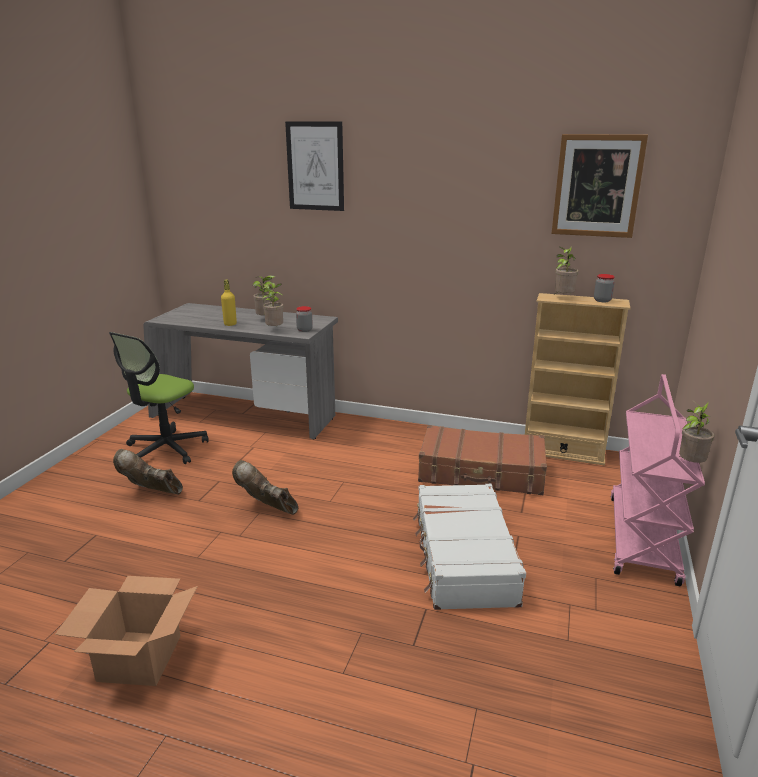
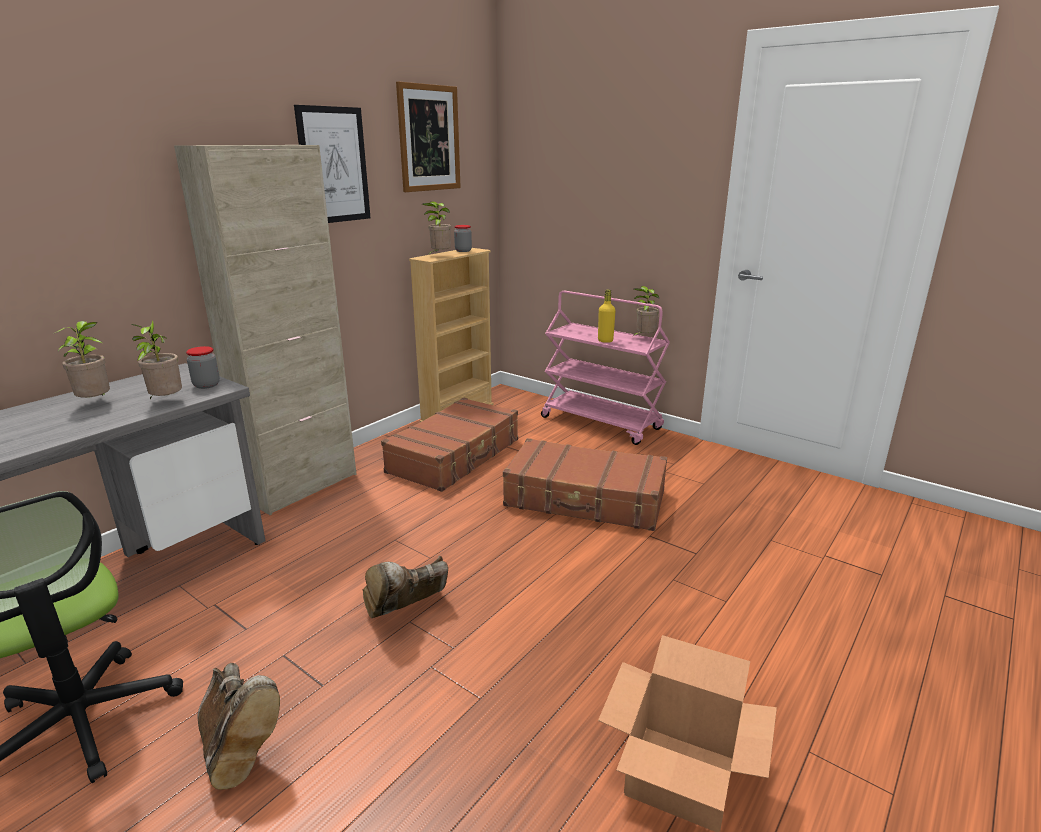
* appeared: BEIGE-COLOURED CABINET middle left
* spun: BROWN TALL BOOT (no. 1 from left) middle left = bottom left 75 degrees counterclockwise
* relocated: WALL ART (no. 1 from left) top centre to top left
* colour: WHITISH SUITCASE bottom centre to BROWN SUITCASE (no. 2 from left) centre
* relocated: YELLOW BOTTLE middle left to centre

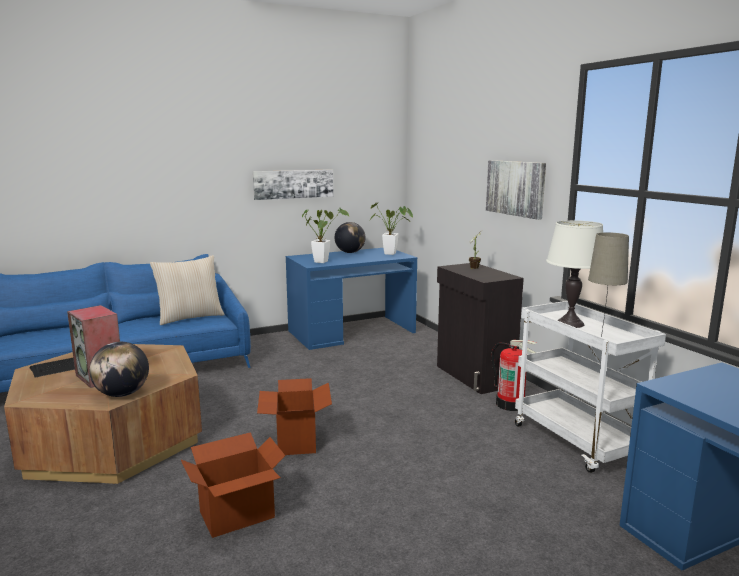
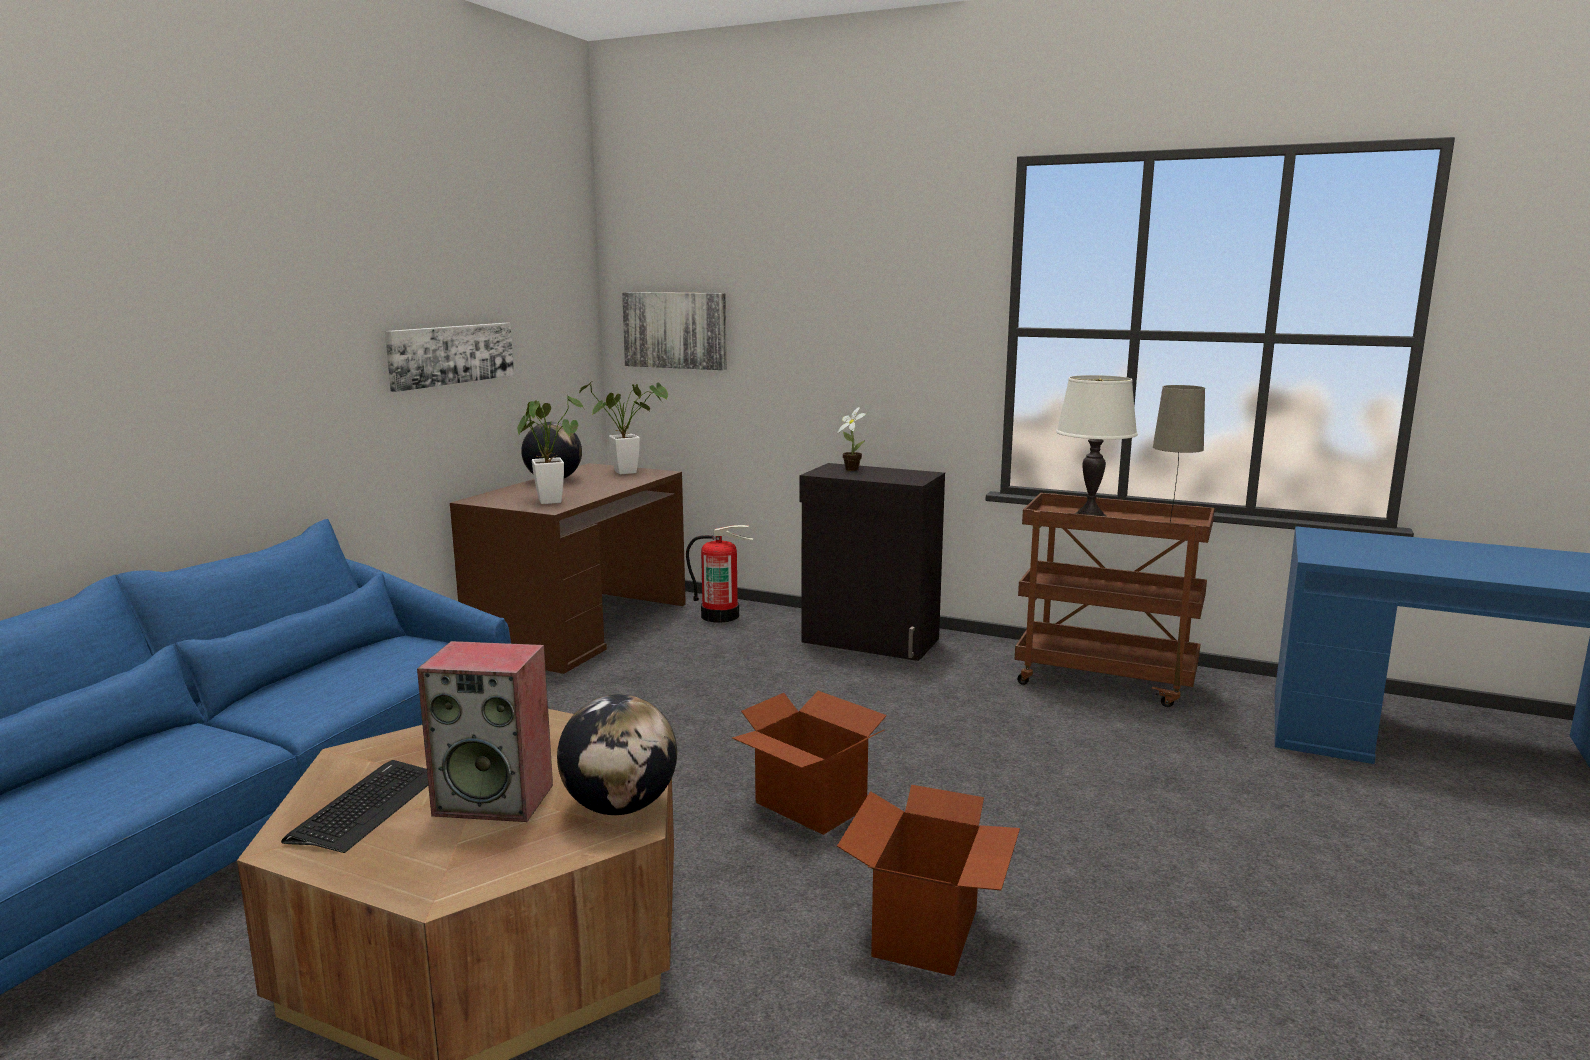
* colour: BLUE-COLOURED DESK UNIT (no. 1 from left) centre to BROWN DESK UNIT centre
* relocated: WALL ART (no. 2 from left) top right to top centre
* relocated: FIRE-FIGHTING CYLINDER middle right to centre
* colour: WHITISH WHEELED CART bottom right to BROWN WHEELED CART middle right
* missing: BEIGE-COLOURED CUSHION middle left

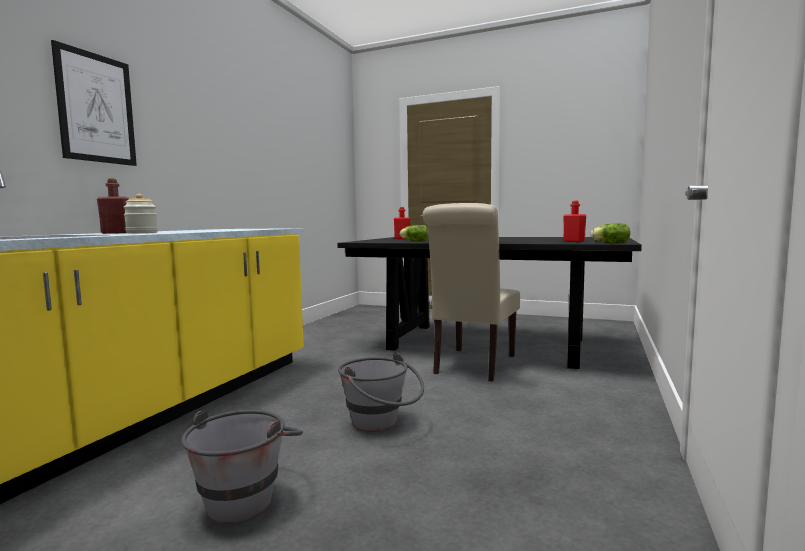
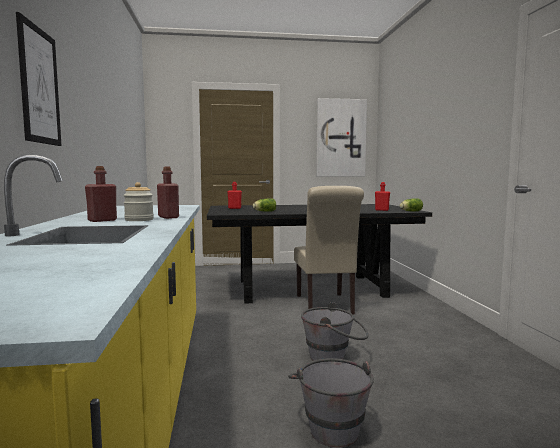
* appeared: REDDISH BOTTLE (no. 2 from left) middle left
* appeared: WALL ART (no. 2 from left) top centre

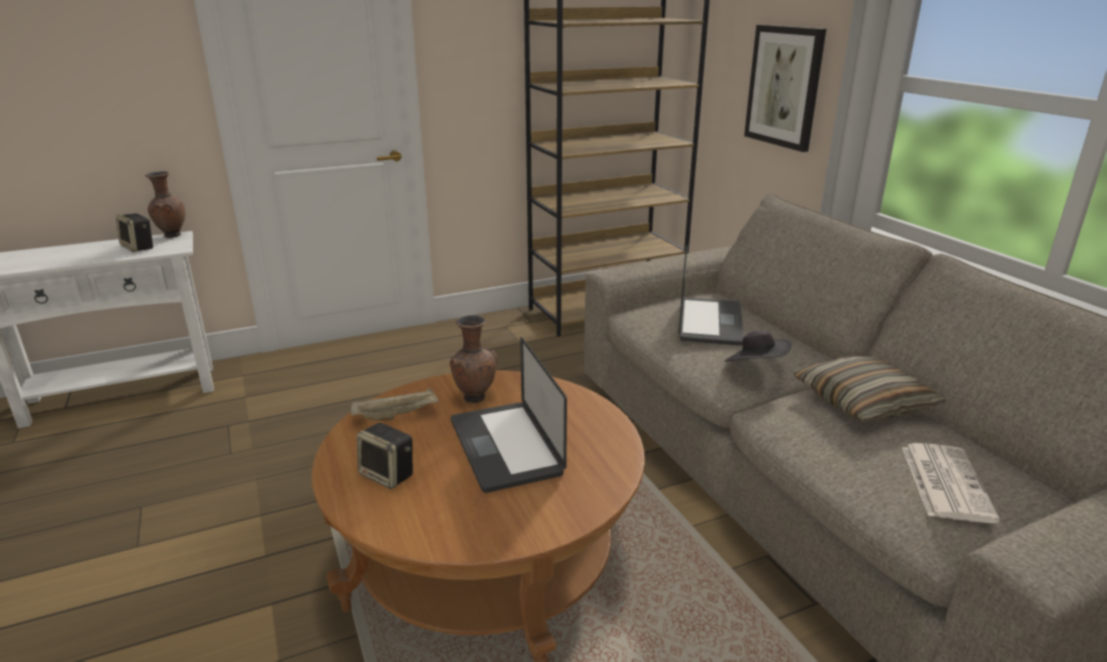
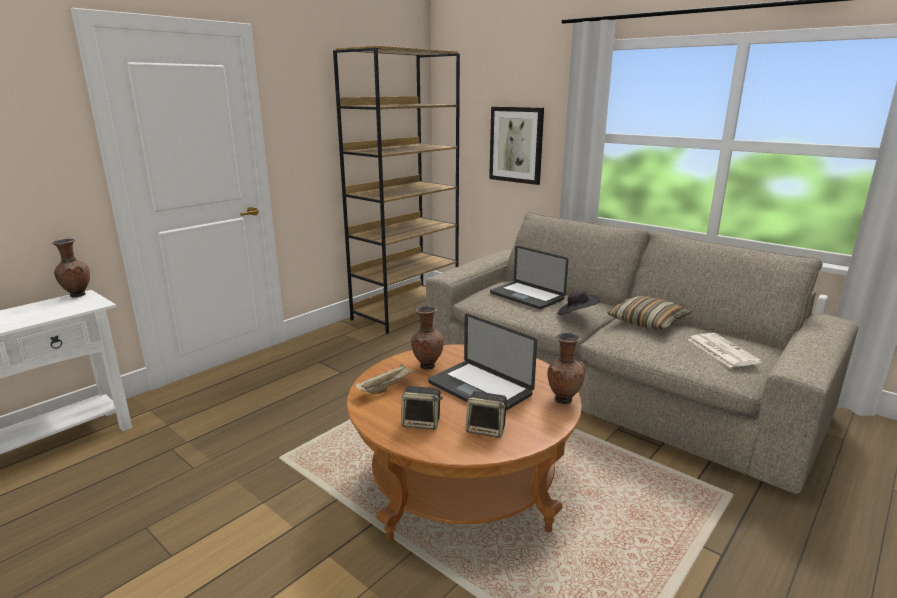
* relocated: LOUDSPEAKER (no. 1 from left in the first image) middle left to LOUDSPEAKER (no. 2 from left) bottom centre
* spun: NOTEBOOK COMPUTER (no. 2 from left) centre = centre 150 degrees clockwise
* appeared: BROWN DECORATIVE VASE (no. 3 from left) centre

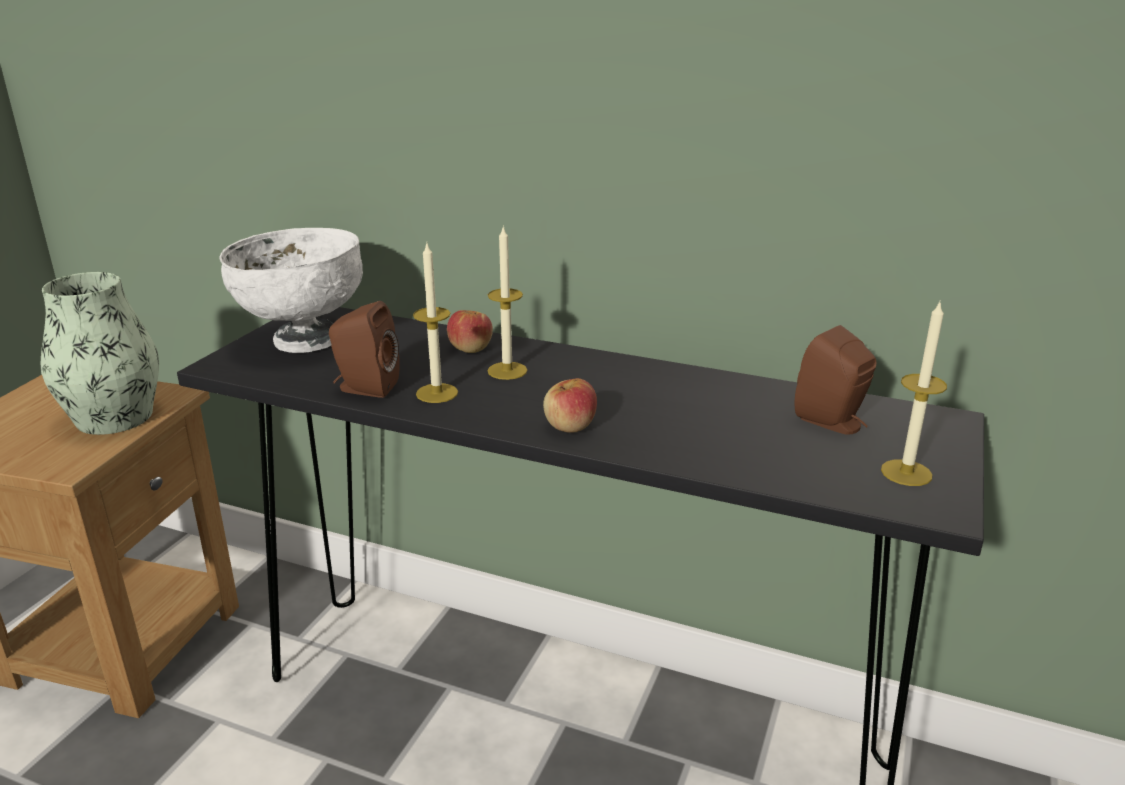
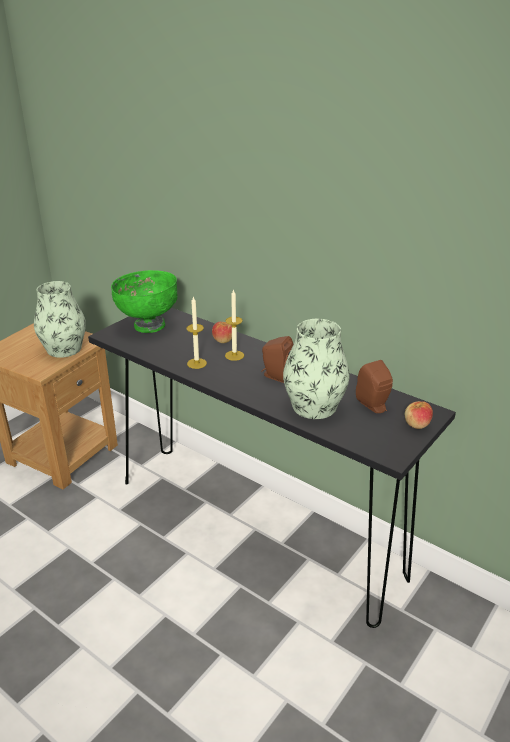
* colour: WHITISH DEEP DISH middle left to GREENISH DEEP DISH middle left
* relocated: BROWN LOUDSPEAKER (no. 1 from left) middle left to centre
* appeared: DECORATIVE VASE (no. 2 from left) centre
* relocated: WHOLE APPLE (no. 2 from left) centre to middle right
* missing: WAX CANDLE (no. 3 from left) middle right

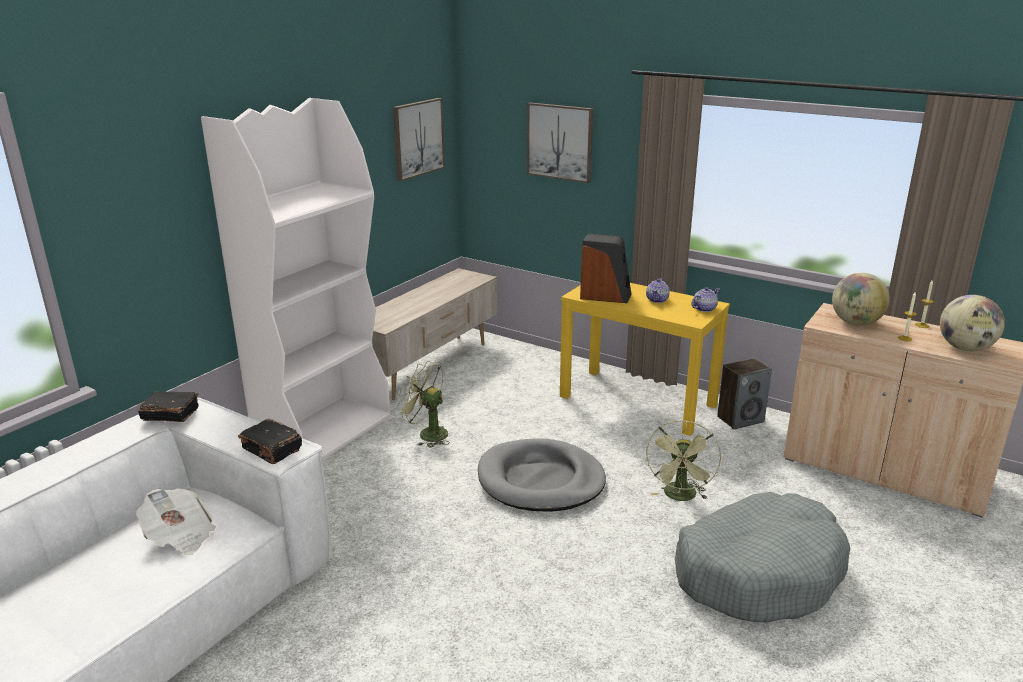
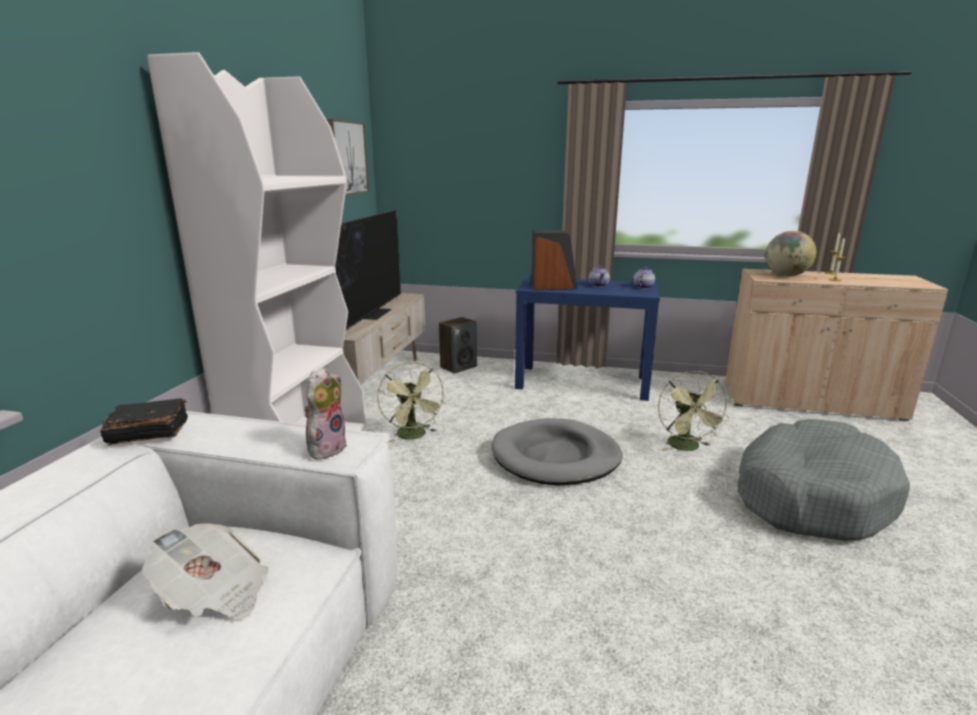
* exchanged: BLACK-COLOURED BOOK (no. 2 from left) middle left to CUDDLY TOY centre
* appeared: TV SET centre
* spun: GREENISH FAN (no. 1 from left) centre = centre 120 degrees counterclockwise
* relocated: LOUDSPEAKER (no. 2 from left in the first image) middle right to LOUDSPEAKER (no. 1 from left) centre
* colour: YELLOW NARROW TABLE centre to BLUE-COLOURED NARROW TABLE centre
* missing: WALL ART (no. 2 from left) top centre
* missing: DESK GLOBE (no. 2 from left) middle right

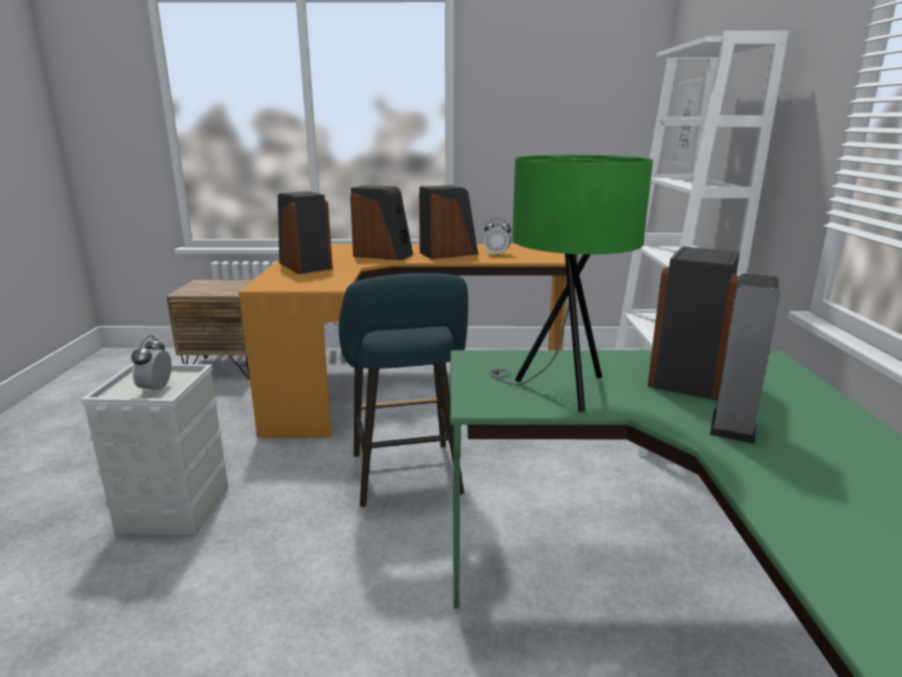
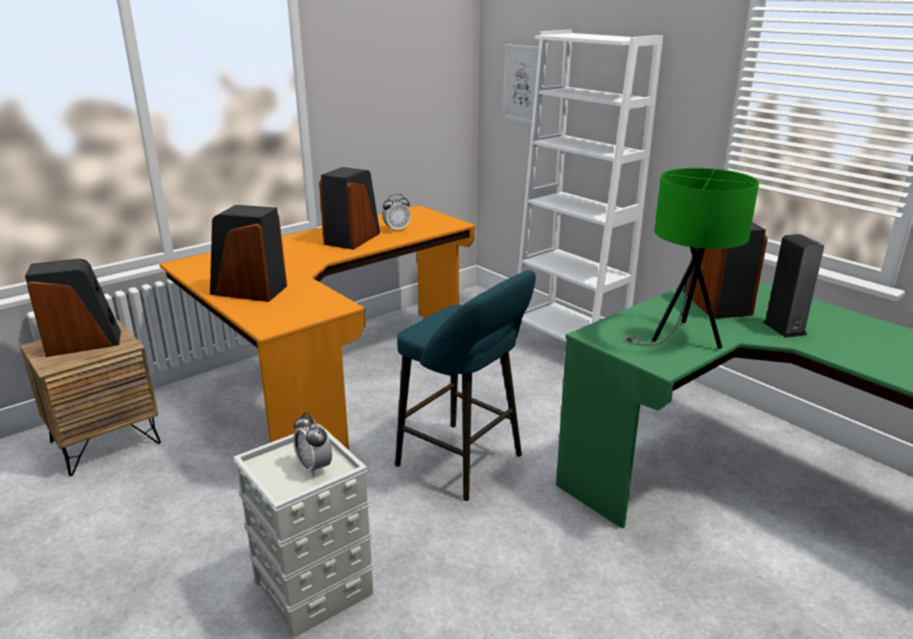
* relocated: LOUDSPEAKER (no. 2 from left in the first image) top centre to LOUDSPEAKER (no. 1 from left) middle left

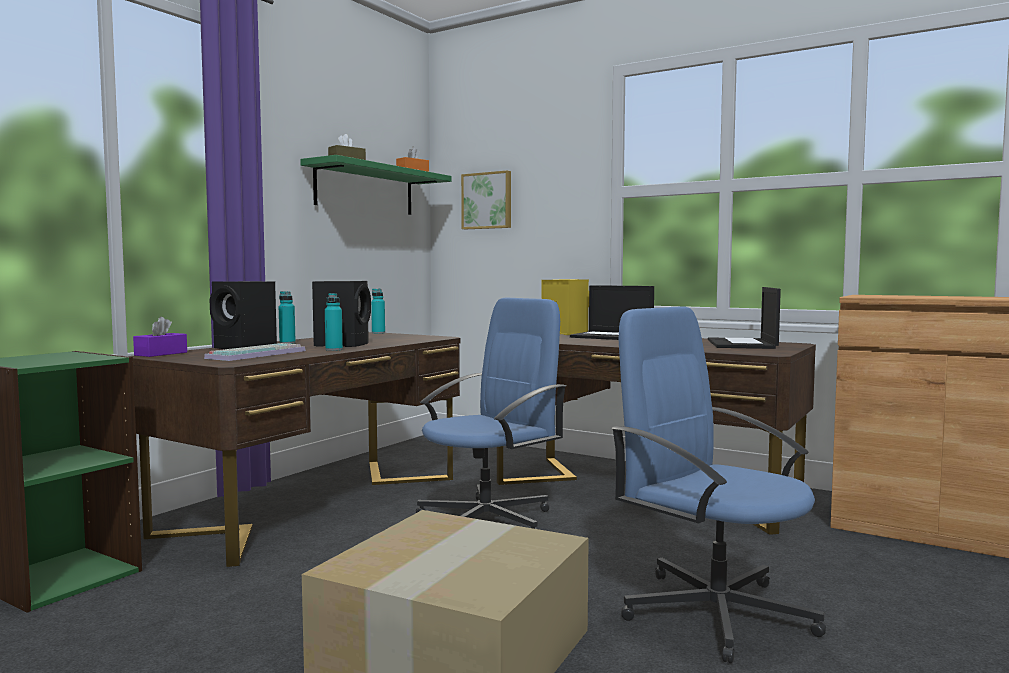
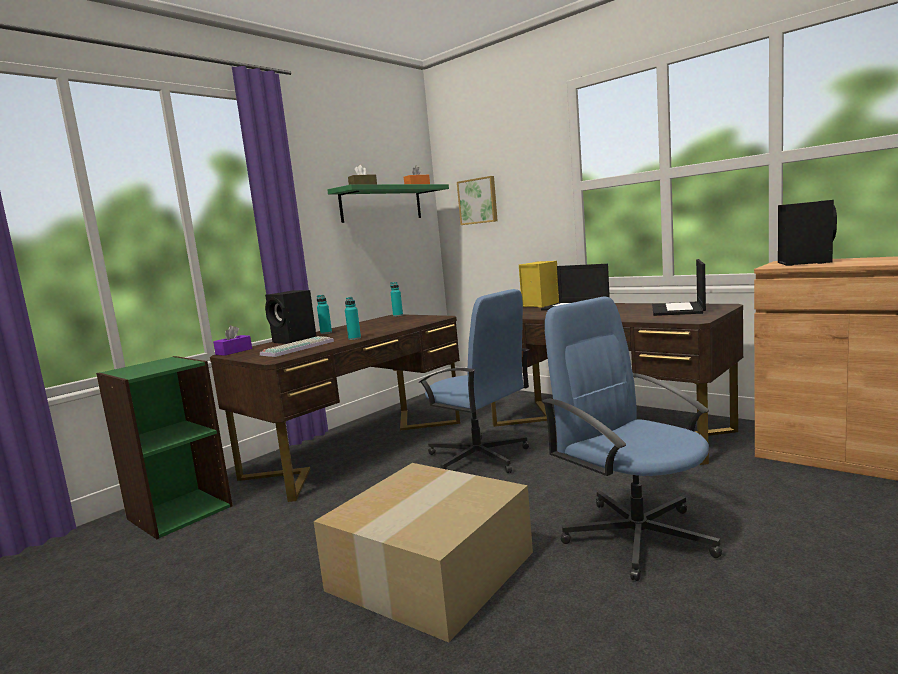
* spun: BLUE-COLOURED OFFICE CHAIR (no. 1 from left) centre = centre 75 degrees clockwise
* relocated: BLACK-COLOURED LOUDSPEAKER (no. 2 from left) centre to middle right

